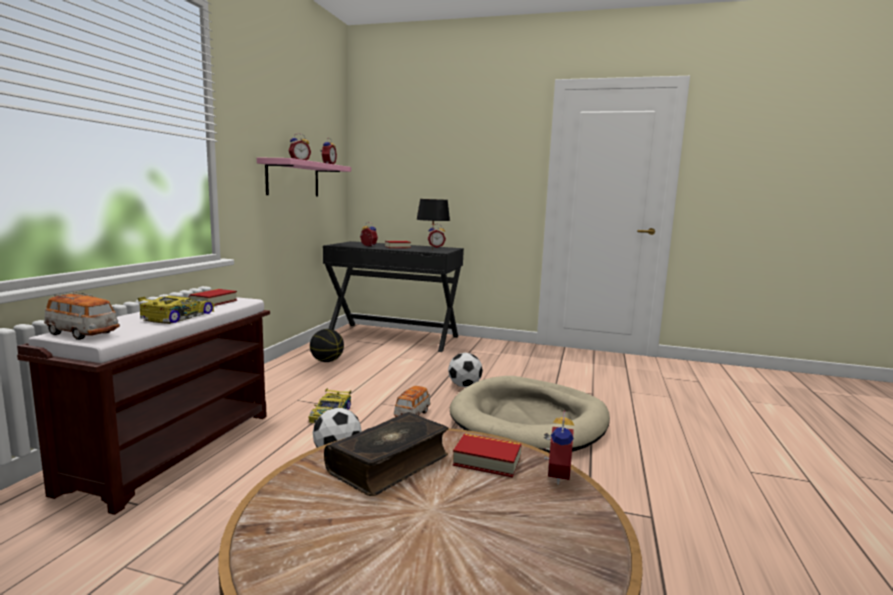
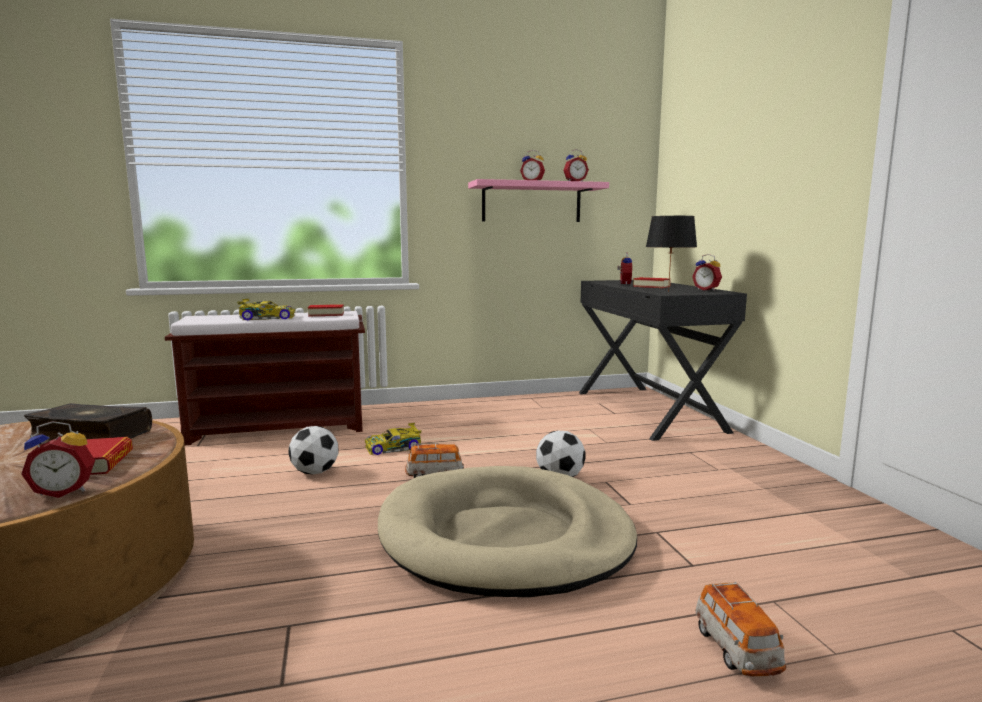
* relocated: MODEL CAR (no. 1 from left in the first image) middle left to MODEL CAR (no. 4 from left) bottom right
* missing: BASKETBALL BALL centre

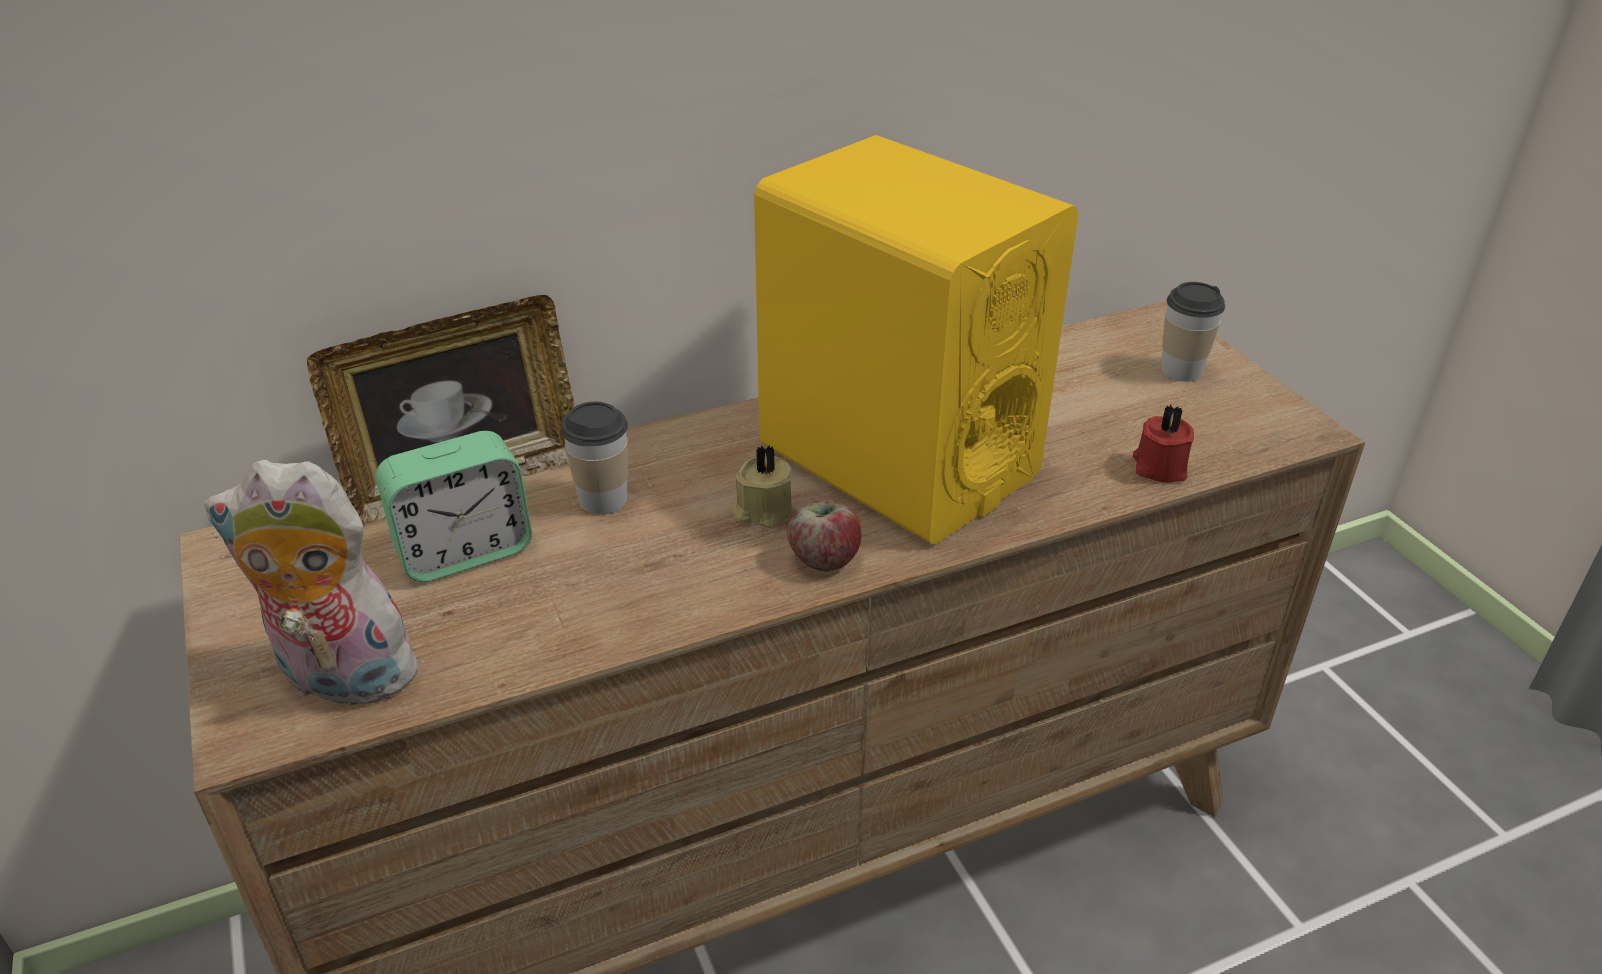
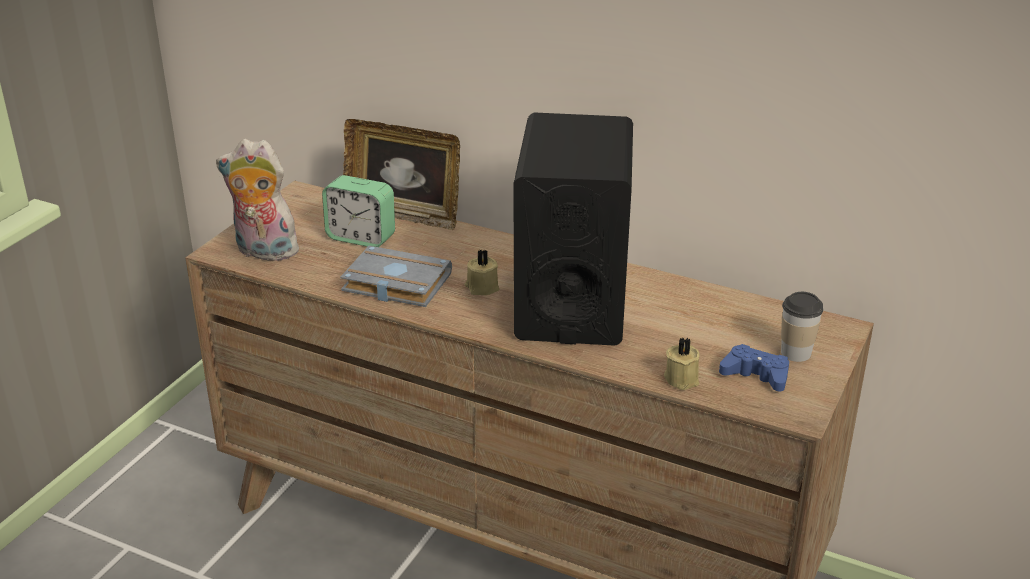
* spun: CUDDLY TOY middle left = middle left 45 degrees counterclockwise
* appeared: GREYISH BOOK centre
* colour: YELLOW LOUDSPEAKER centre to BLACK-COLOURED LOUDSPEAKER centre
* colour: REDDISH WAX CANDLE middle right to BEIGE-COLOURED WAX CANDLE (no. 2 from left) centre
* appeared: BLUE-COLOURED GAMEPAD middle right
* missing: CUP (no. 1 from left) centre
* missing: WHOLE APPLE centre

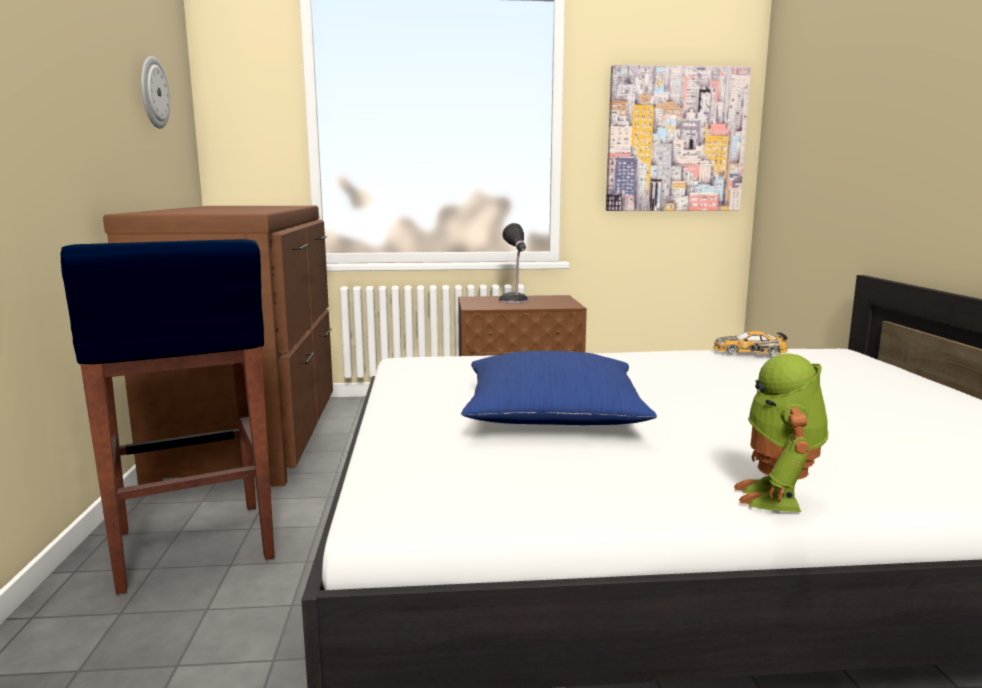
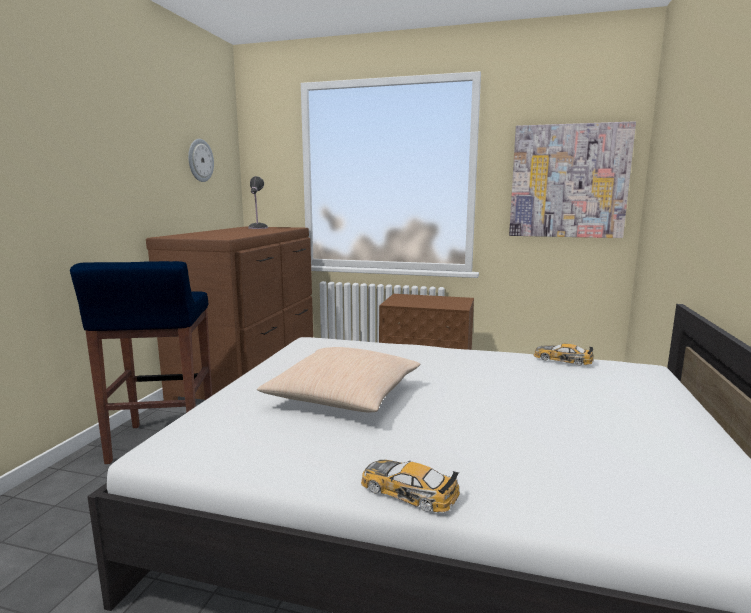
* relocated: TABLE LAMP centre to top centre
* colour: BLUE-COLOURED CUSHION centre to BEIGE-COLOURED CUSHION centre
* exchanged: MODEL ROBOT middle right to MODEL CAR (no. 1 from left) bottom centre

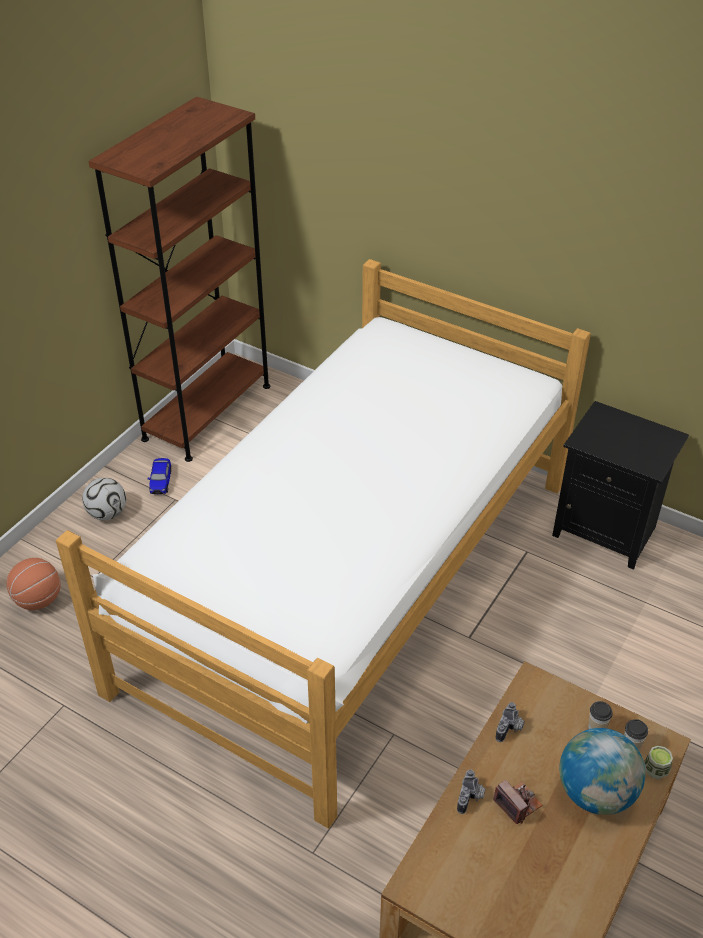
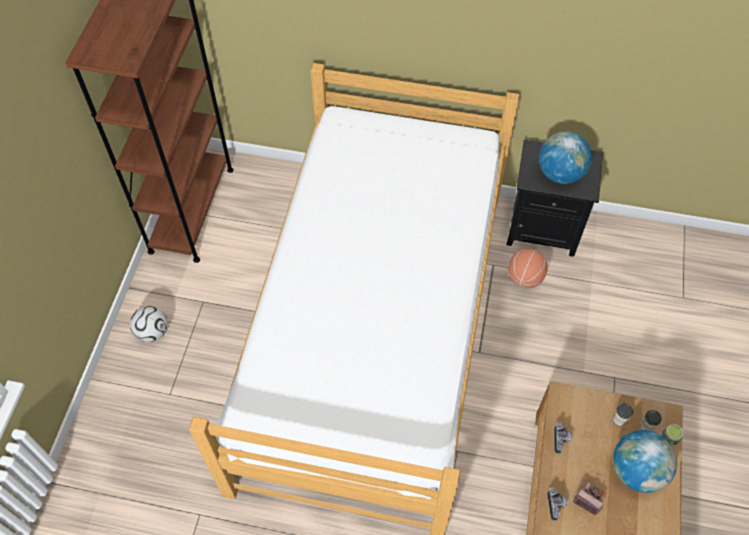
* relocated: BASKETBALL BALL middle left to middle right
* appeared: DESK GLOBE (no. 1 from left) top right
* missing: MODEL CAR middle left

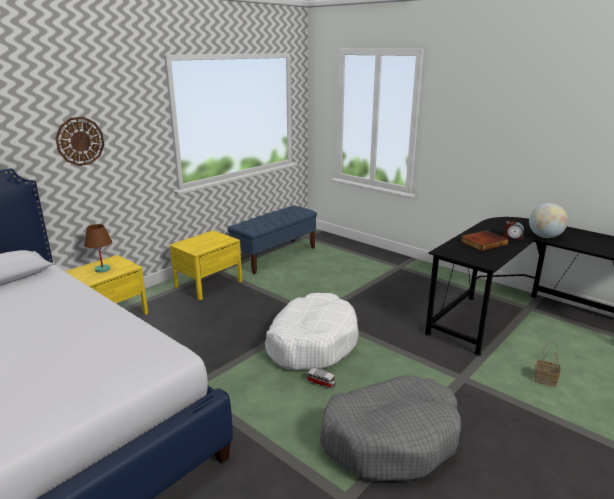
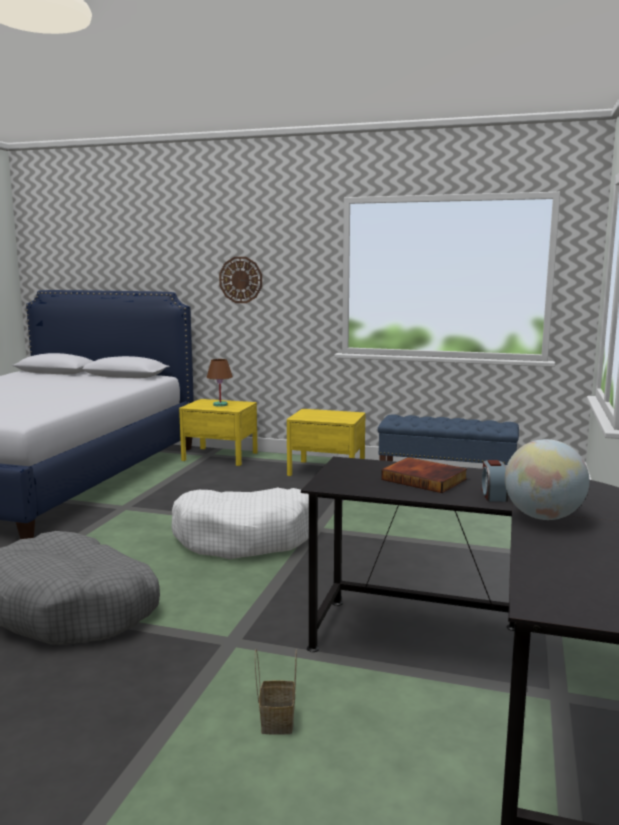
* missing: MODEL CAR bottom centre

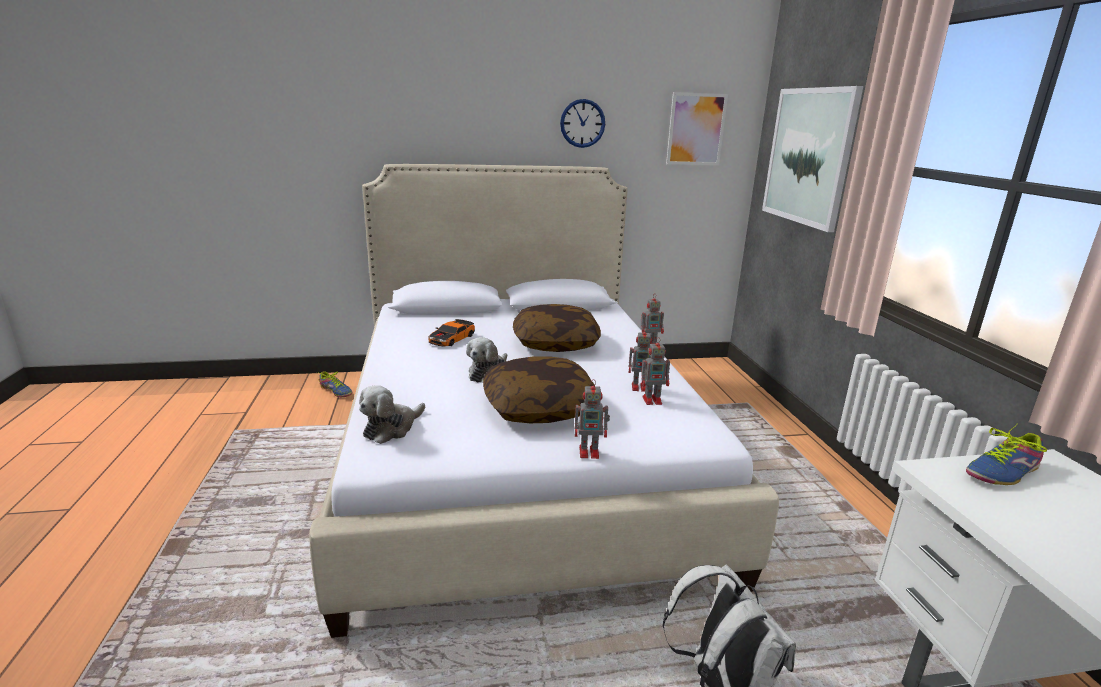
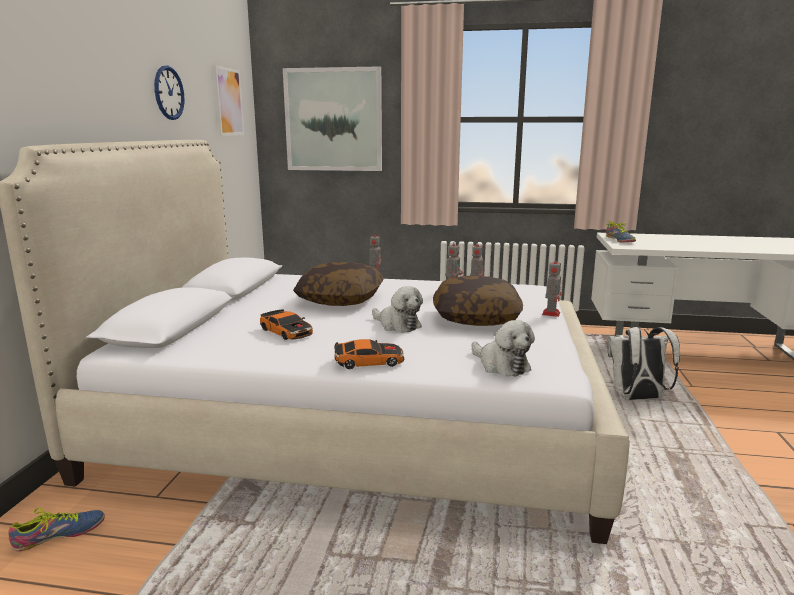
* appeared: MODEL CAR (no. 2 from left) centre

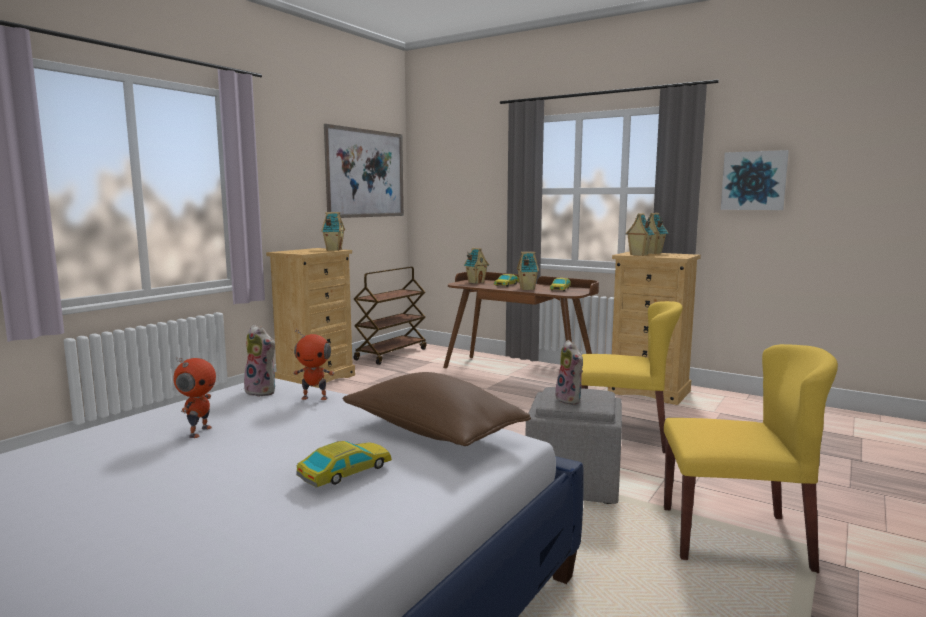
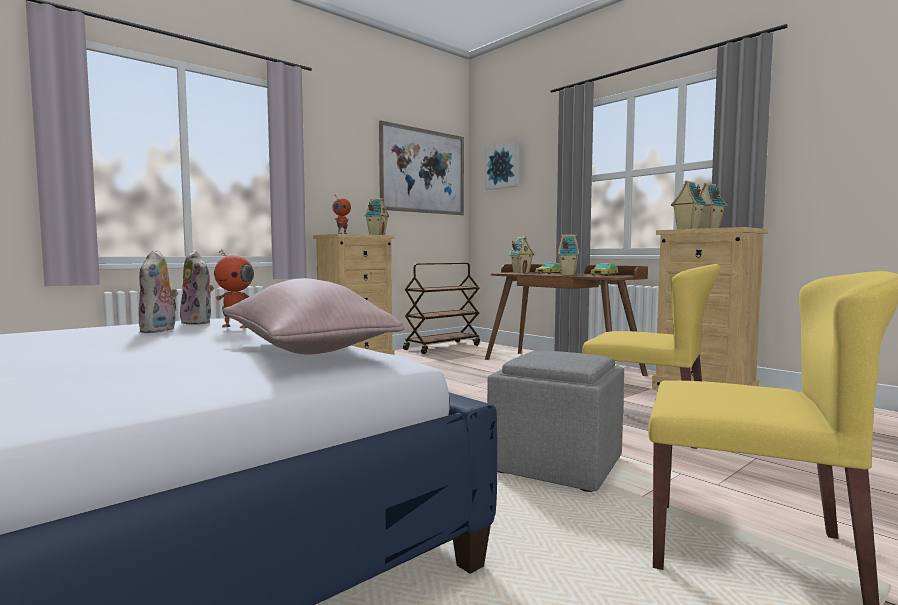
* relocated: CUDDLY TOY (no. 2 from left in the first image) centre to CUDDLY TOY (no. 1 from left) middle left
* colour: BROWN CUSHION centre to PINKISH CUSHION centre
* relocated: MODEL ROBOT (no. 1 from left in the first image) middle left to MODEL ROBOT (no. 2 from left) centre
* relocated: WALL ART (no. 2 from left) top right to top centre
* missing: MODEL CAR (no. 1 from left) bottom centre

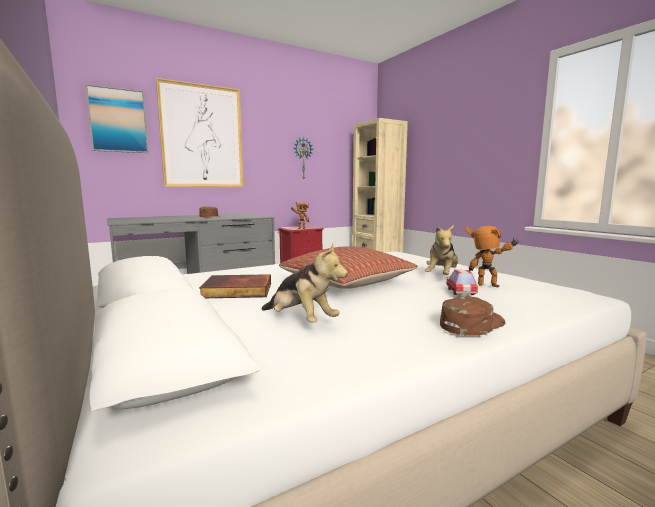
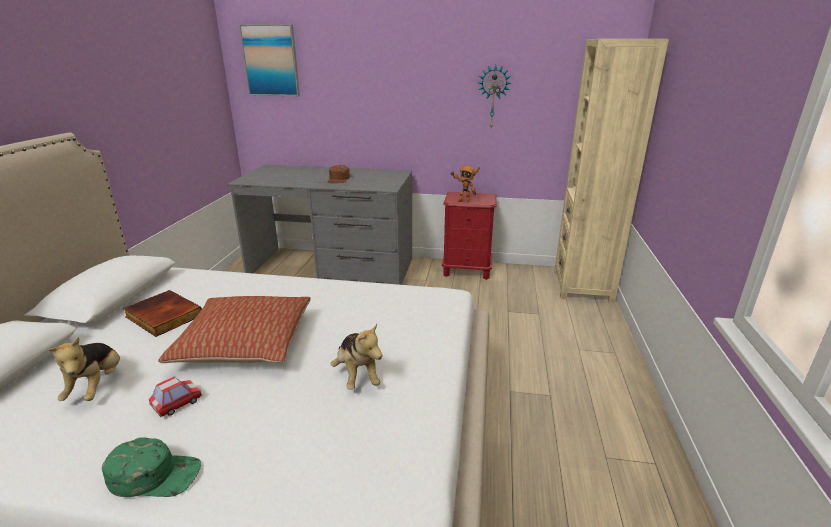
* colour: BROWN PEAKED CAP (no. 2 from left) middle right to GREENISH PEAKED CAP bottom left
* relocated: MODEL CAR middle right to bottom left
* spun: CUDDLY TOY (no. 2 from left) middle right = bottom centre 90 degrees counterclockwise
* missing: WALL ART (no. 2 from left) top left
* missing: MODEL ROBOT (no. 2 from left) middle right

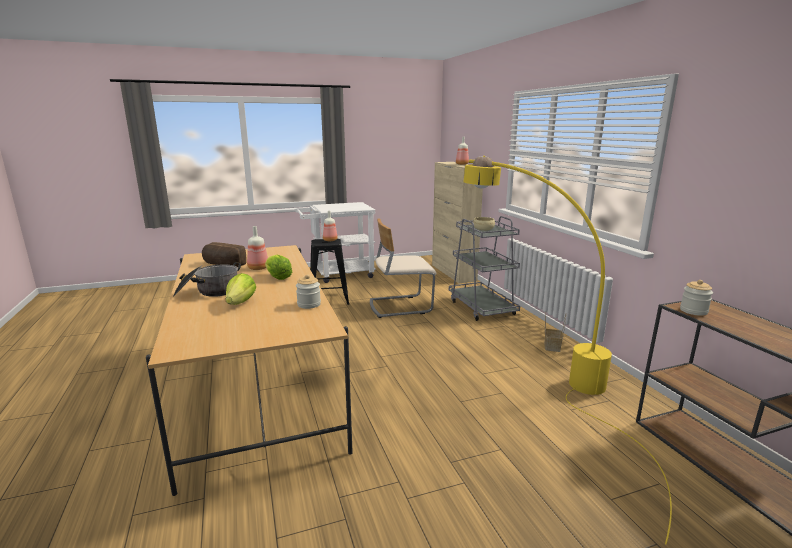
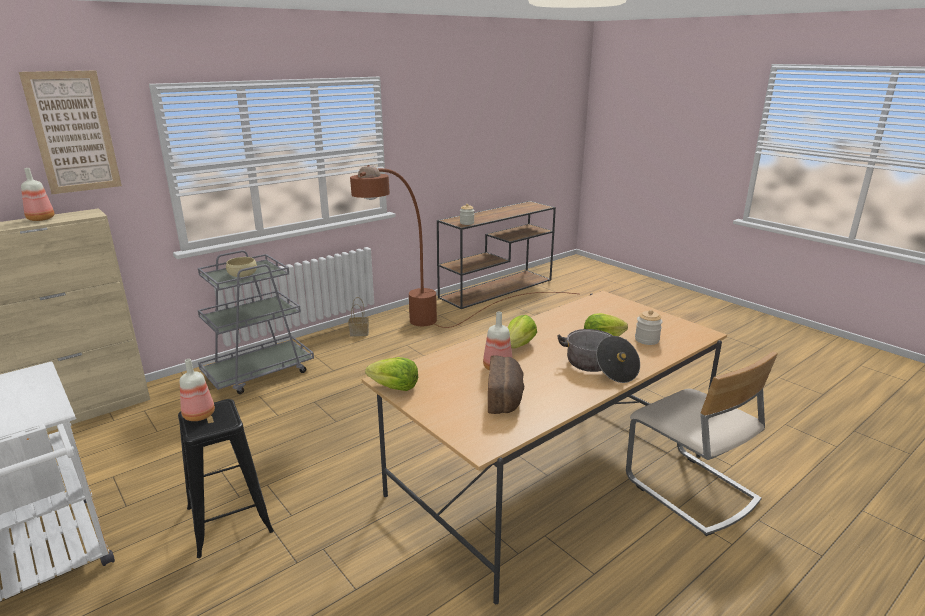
* appeared: WALL ART top left
* colour: YELLOW STANDING LAMP middle right to BROWN STANDING LAMP centre
* appeared: HEAD OF LETTUCE (no. 1 from left) centre
* relocated: BEIGE-COLOURED CHAIR centre to bottom right
* relocated: JAR (no. 1 from left in the first image) centre to JAR (no. 2 from left) middle right

